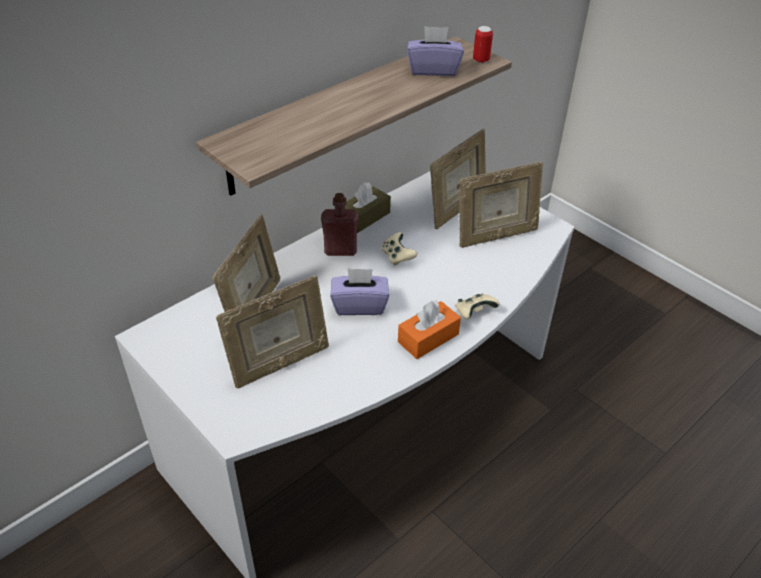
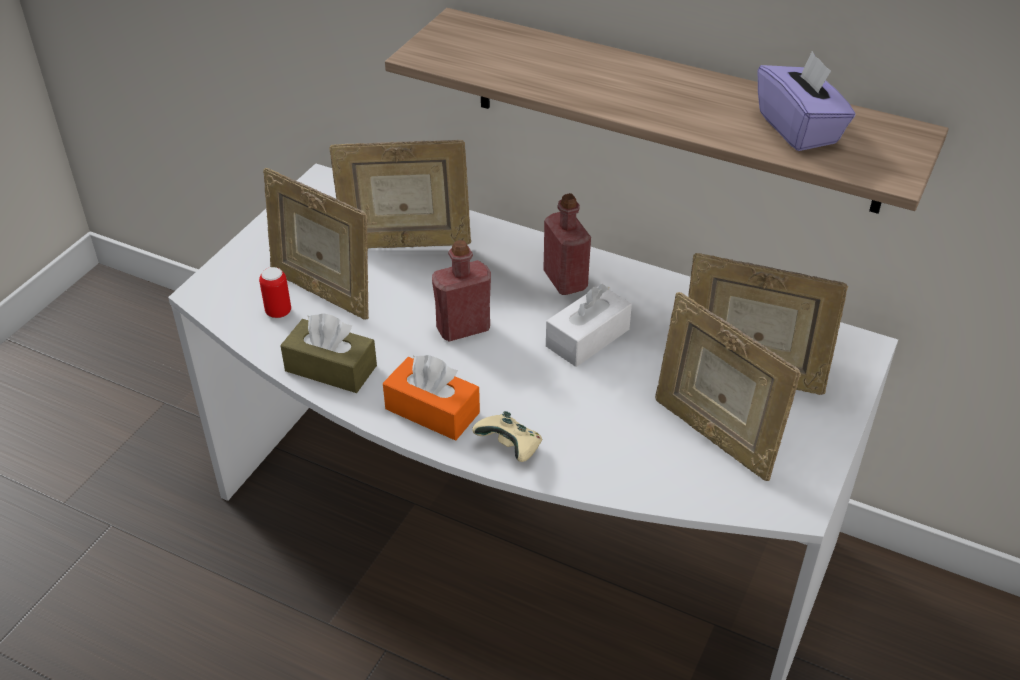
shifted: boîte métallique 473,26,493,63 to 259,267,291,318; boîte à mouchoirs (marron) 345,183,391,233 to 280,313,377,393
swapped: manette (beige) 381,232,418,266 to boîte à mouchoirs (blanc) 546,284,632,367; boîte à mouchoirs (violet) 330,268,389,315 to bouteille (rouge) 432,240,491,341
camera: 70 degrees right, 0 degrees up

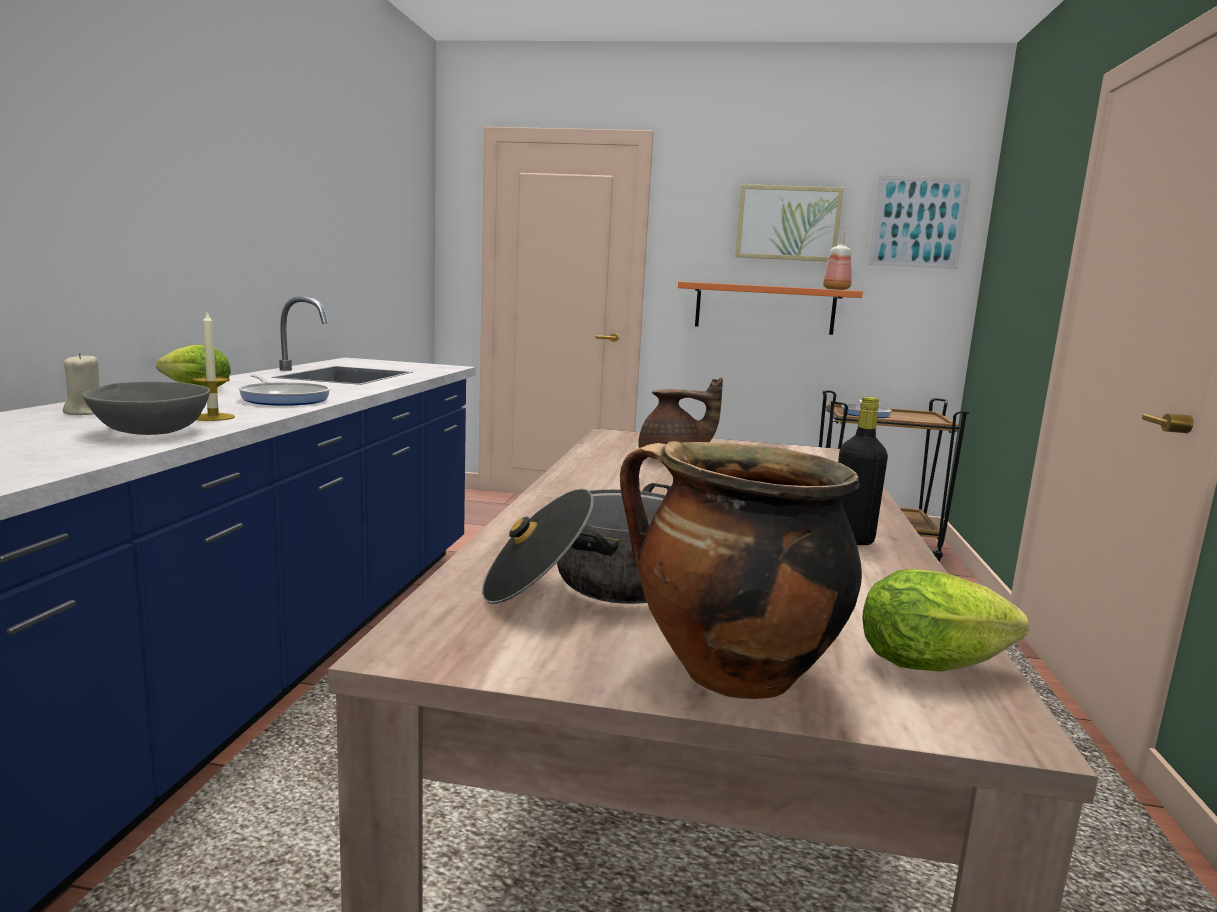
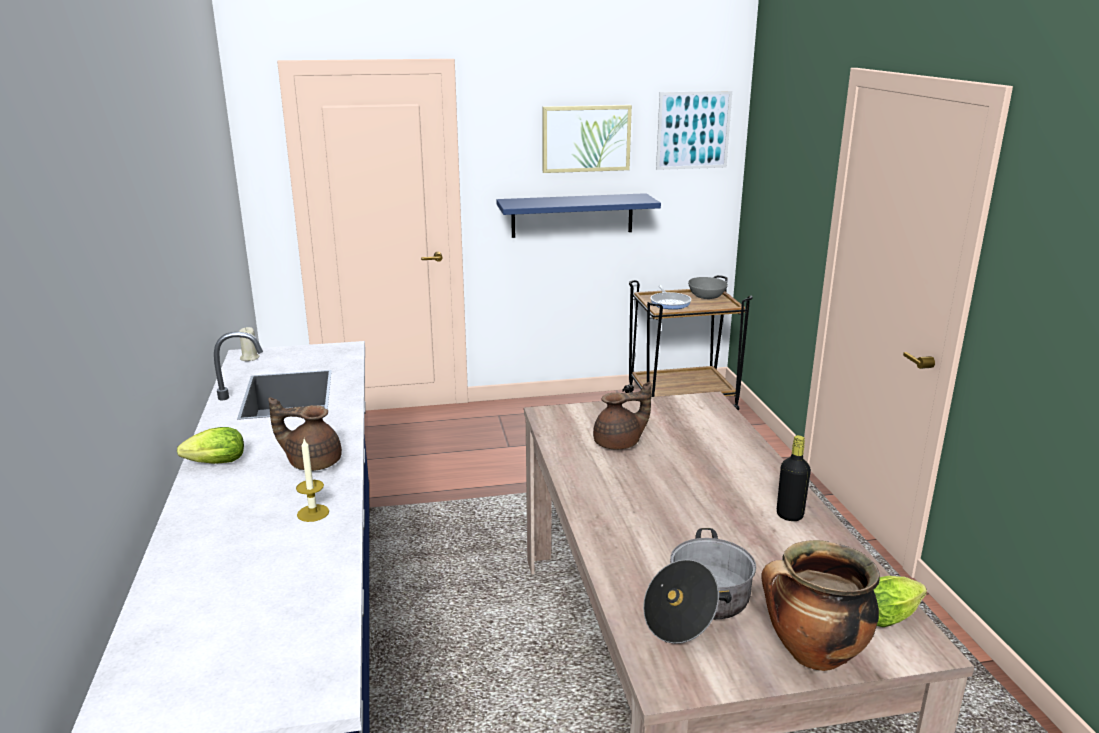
gone: bouteille 823,232,852,290
shifted: bougie (beige) 63,353,100,415 to 239,327,260,361; bol (gris) 82,381,210,435 to 688,277,728,299
swapped: poêle 239,375,330,406 to théière (marron) 268,397,342,471
repainted: étagère (orange) 678,282,863,335 to étagère (bleu) 496,193,661,238
camera: 20 degrees left, 10 degrees up

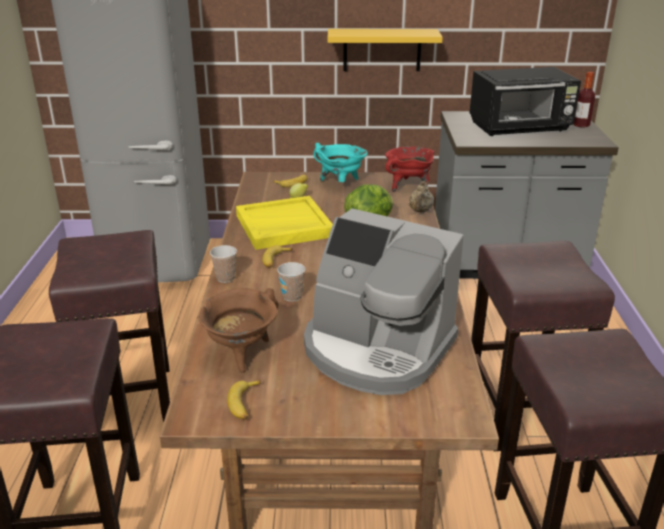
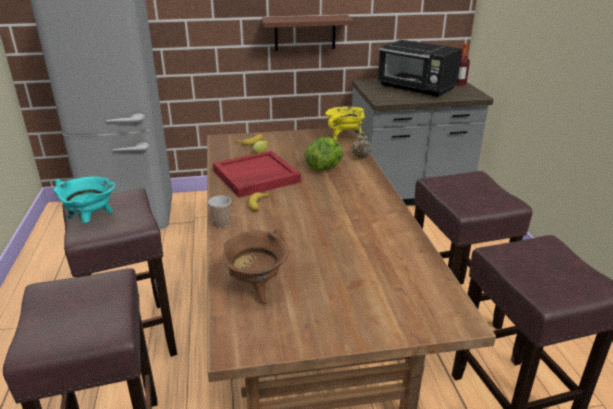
gone: machine à café 304,208,464,395; tasse 277,262,306,302; banane 227,380,261,420
shifted: marmite (turquoise) 313,143,368,182 to 53,176,115,223
repainted: étagère (jaune) 328,29,443,71 to étagère (marron) 262,15,355,51; marmite (rouge) 385,147,435,192 to marmite (jaune) 325,106,365,141; plateau (jaune) 236,196,333,250 to plateau (rouge) 213,151,301,198
rotated: micro-ondes (noir) 470,67,581,136 = 378,40,462,97 60 degrees clockwise
camera: 10 degrees left, 0 degrees up

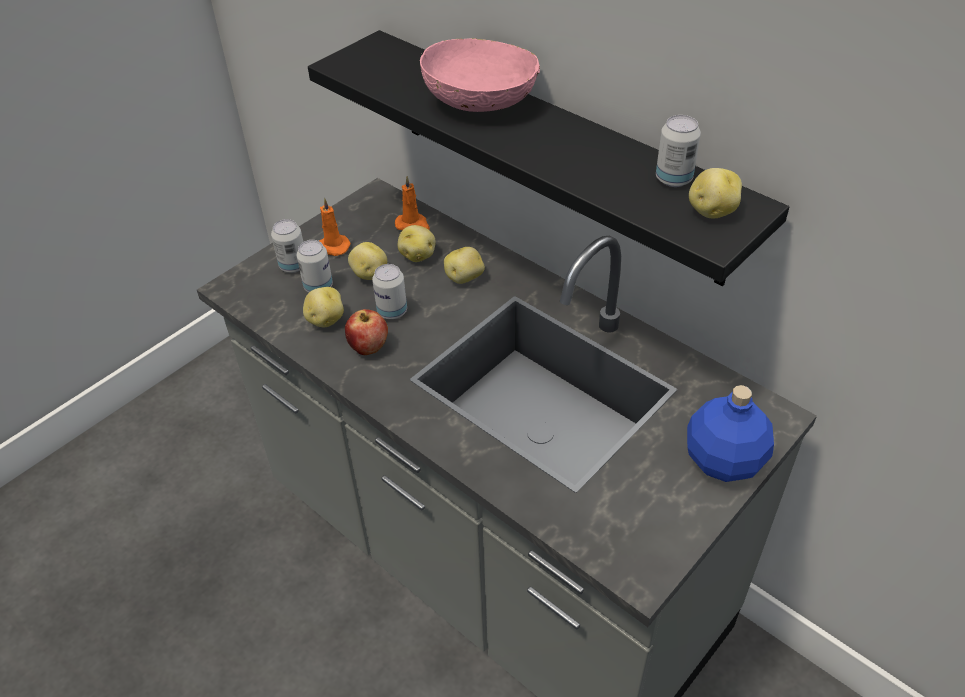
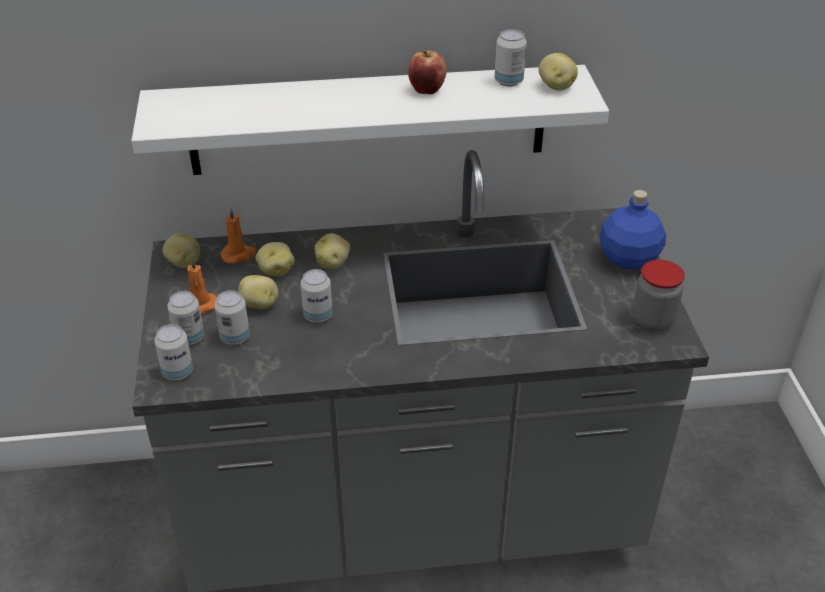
gone: bol (rose) 418,38,540,112
new: bocal 632,260,685,331; boîte métallique 154,324,193,380
shifted: pomme de terre 303,287,344,327 to 163,233,200,268; pomme 345,309,388,355 to 408,51,447,94
repainted: étagère (noir) 308,30,789,286 to étagère (blanc) 131,65,609,175
camera: 50 degrees left, 5 degrees down

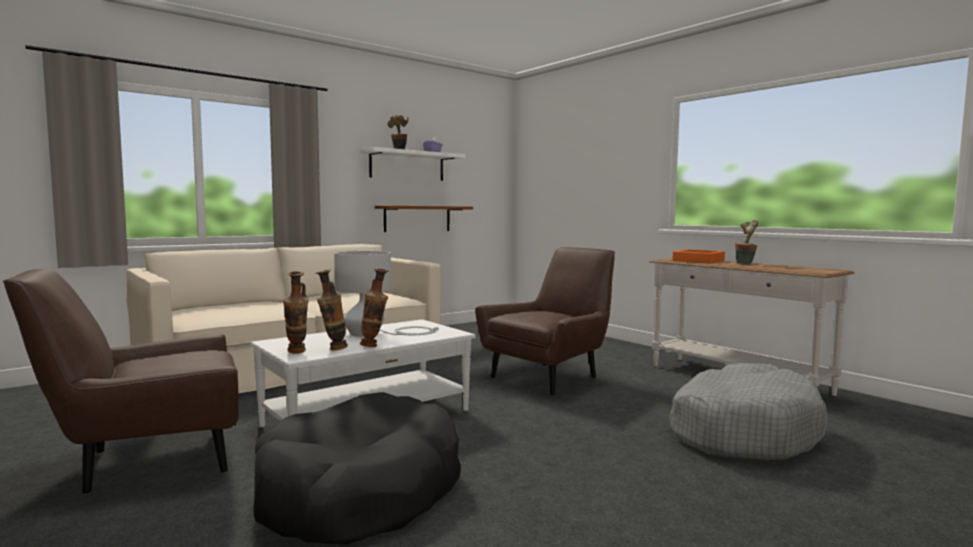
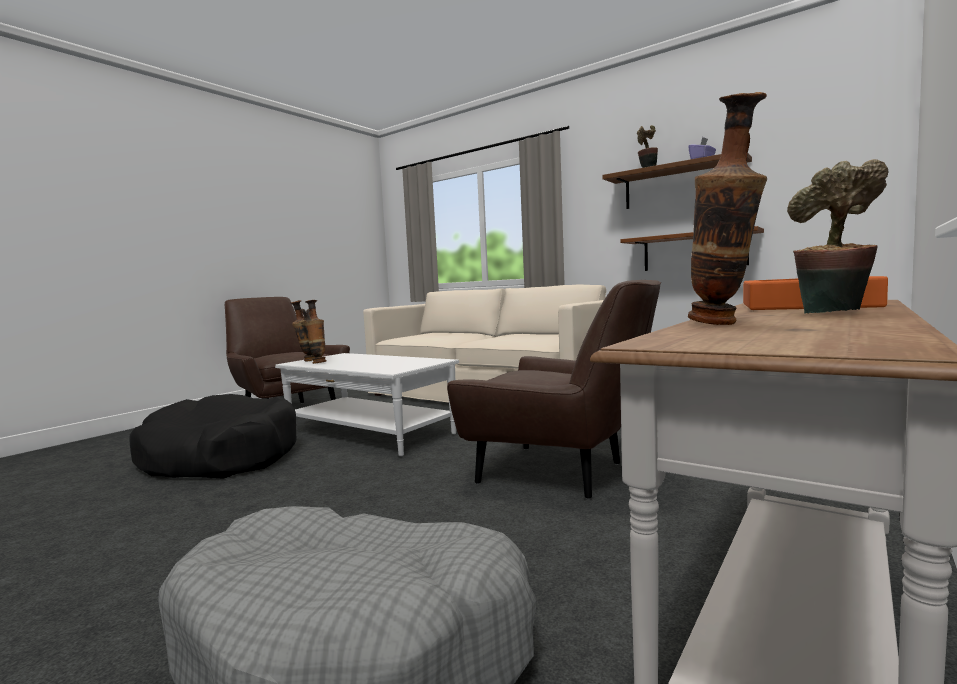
gone: lampe de table (blanc) 334,251,439,337
shifted: vase 360,268,388,347 to 688,92,767,325
repainted: étagère (blanc) 360,147,466,181 to étagère (marron) 602,153,752,209
camera: 75 degrees right, 0 degrees up

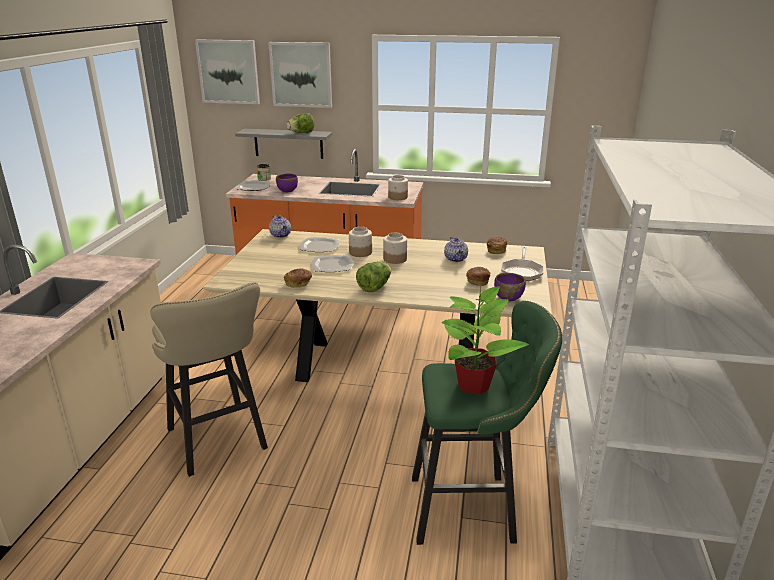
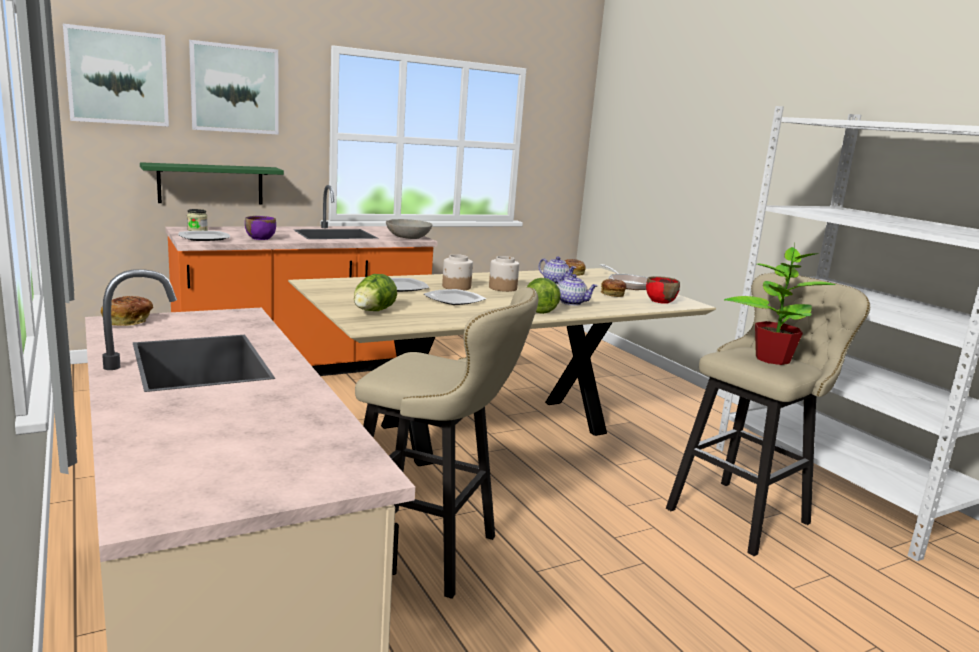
shifted: laitue 286,113,315,133 to 354,274,397,311; théière 269,215,291,238 to 551,274,598,306; pain 284,269,312,288 to 101,296,153,326
swapped: bocal 388,175,408,200 to bol (gris) 386,219,432,239
repainted: étagère (gris) 235,129,332,159 to étagère (vert) 140,162,284,204; bol (violet) 494,273,526,301 to bol (rouge) 646,276,680,304; tabouret (vert) 412,301,562,545 to tabouret (beige) 666,273,870,556
camera: 40 degrees left, 10 degrees down

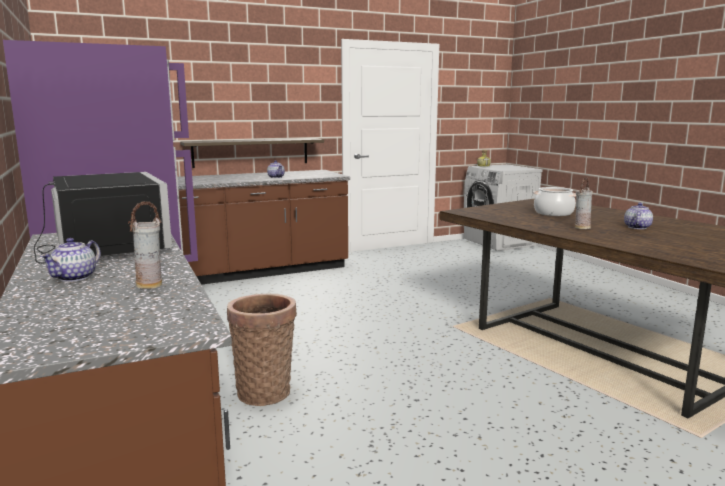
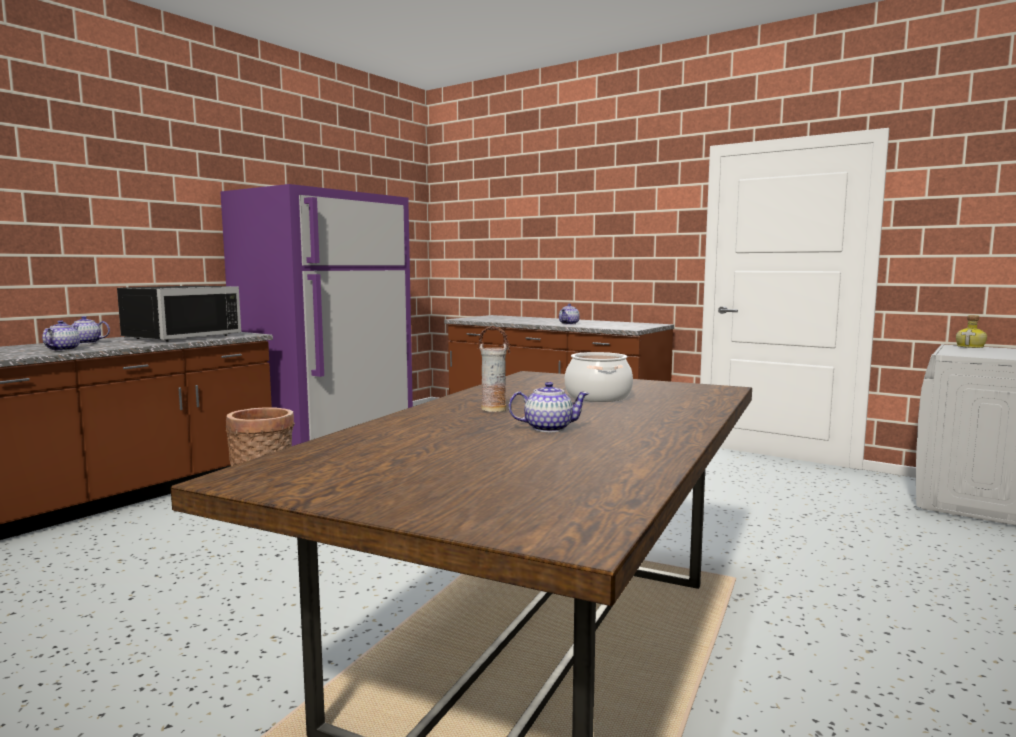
gone: étagère 180,138,324,168
swapped: vase 128,201,162,289 to théière 42,320,80,351
camera: 60 degrees right, 5 degrees down

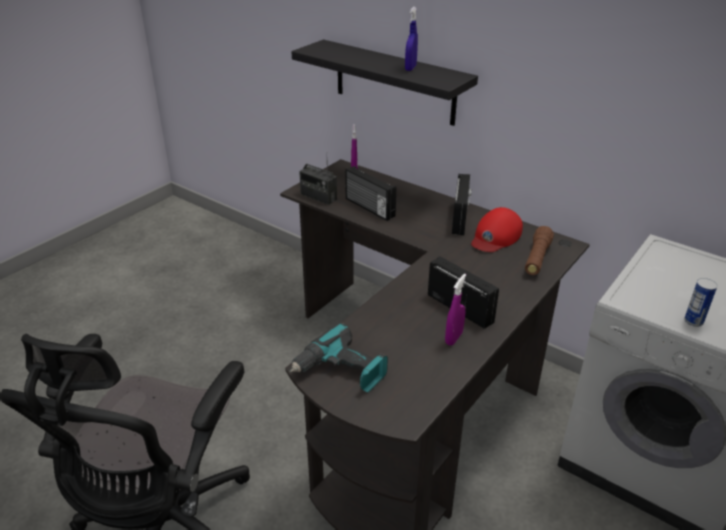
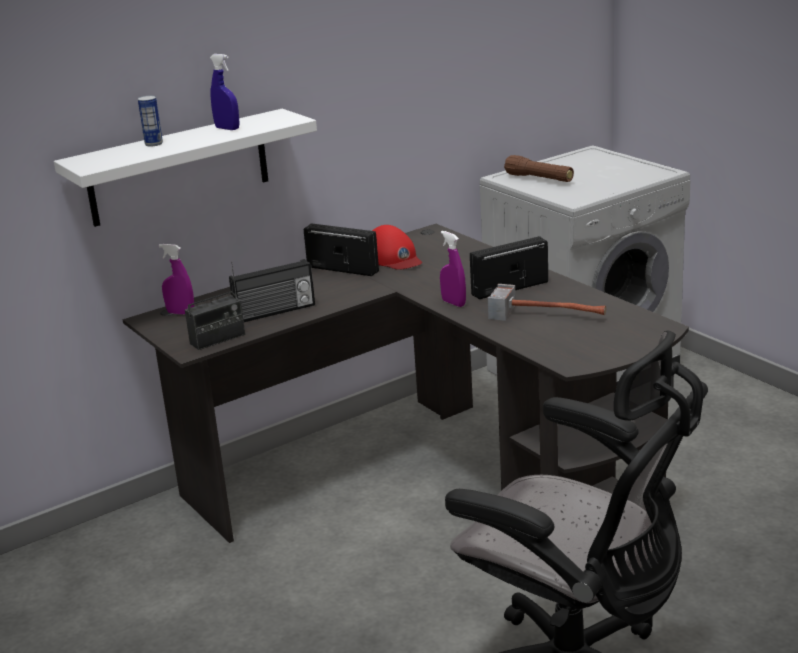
gone: perceuse 289,323,388,392
new: marteau 488,284,606,321
shifted: lampe de poche (marron) 525,226,554,275 to 504,155,574,182; vaporisateur (violet) 445,274,466,346 to 440,231,466,307; boîte métallique 684,278,717,327 to 138,96,163,146
repainted: étagère (noir) 292,39,478,126 to étagère (blanc) 54,109,317,227
camera: 70 degrees left, 10 degrees down

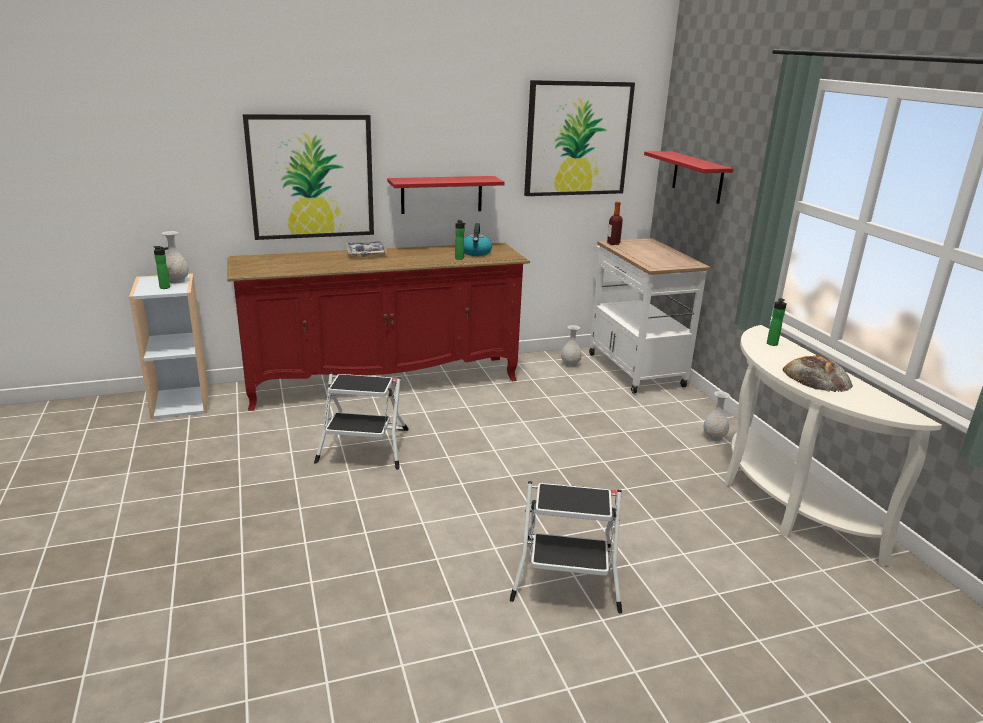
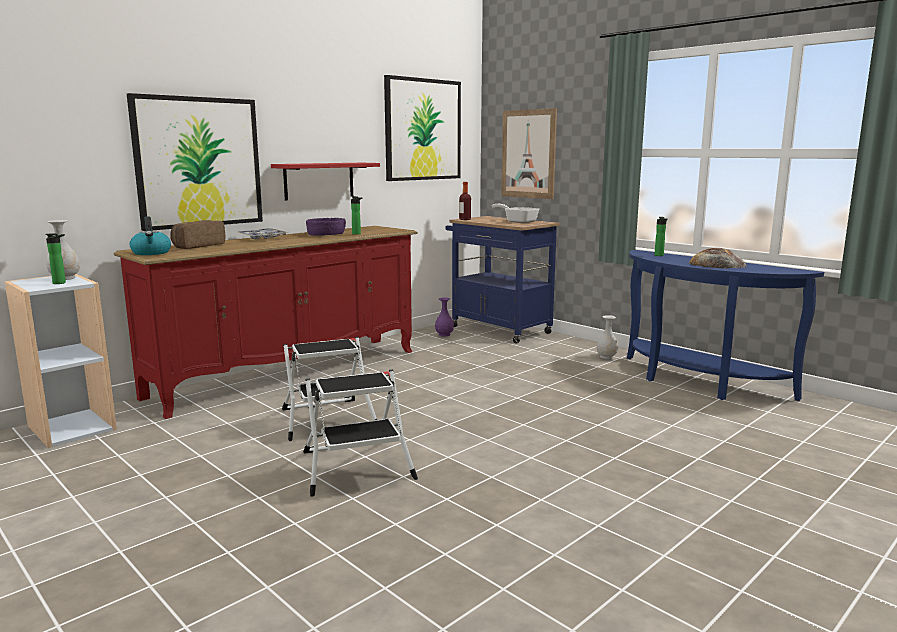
new: poêle 492,204,539,223; bol (violet) 306,218,346,236; pain 170,220,225,249
shifted: bouilloire 464,223,492,256 to 129,217,171,255; escabeau 510,481,622,614 to 303,370,418,497
swapped: étagère (rouge) 644,151,733,204 to tableau 501,108,557,199
repainted: chariot (blanc) 589,238,711,394 to chariot (bleu) 445,216,560,344; vase (blanc) 561,325,582,367 to vase (violet) 435,298,454,336; table console (blanc) 725,325,942,567 to table console (bleu) 627,250,824,401
camera: 25 degrees left, 10 degrees down

